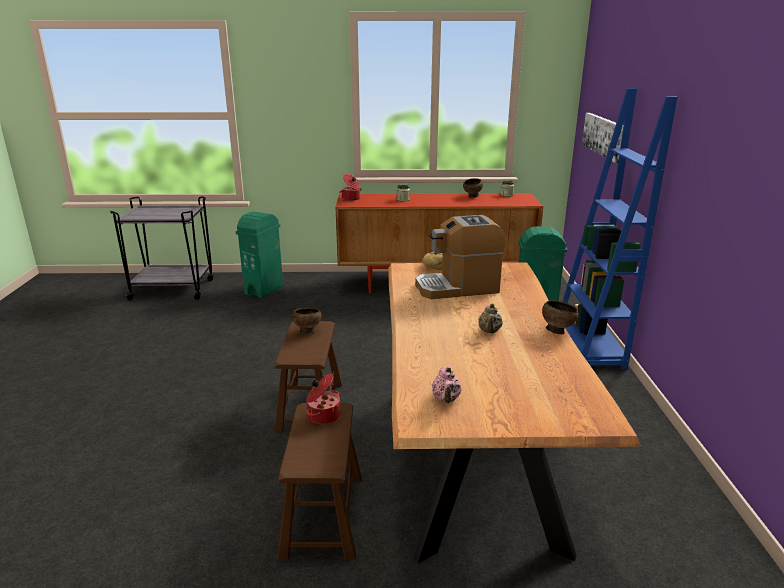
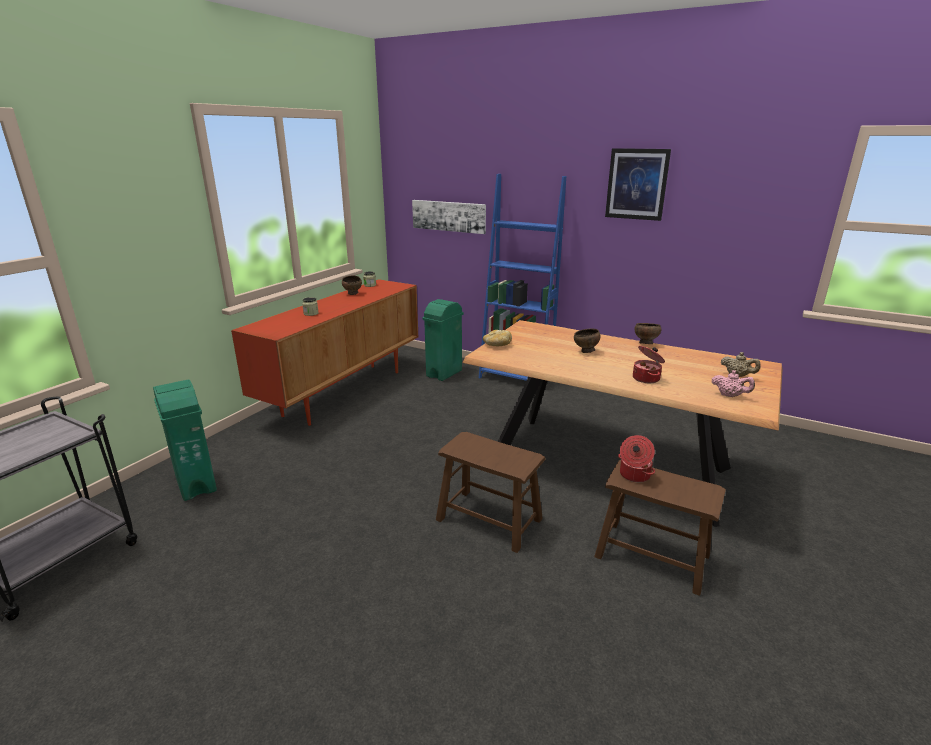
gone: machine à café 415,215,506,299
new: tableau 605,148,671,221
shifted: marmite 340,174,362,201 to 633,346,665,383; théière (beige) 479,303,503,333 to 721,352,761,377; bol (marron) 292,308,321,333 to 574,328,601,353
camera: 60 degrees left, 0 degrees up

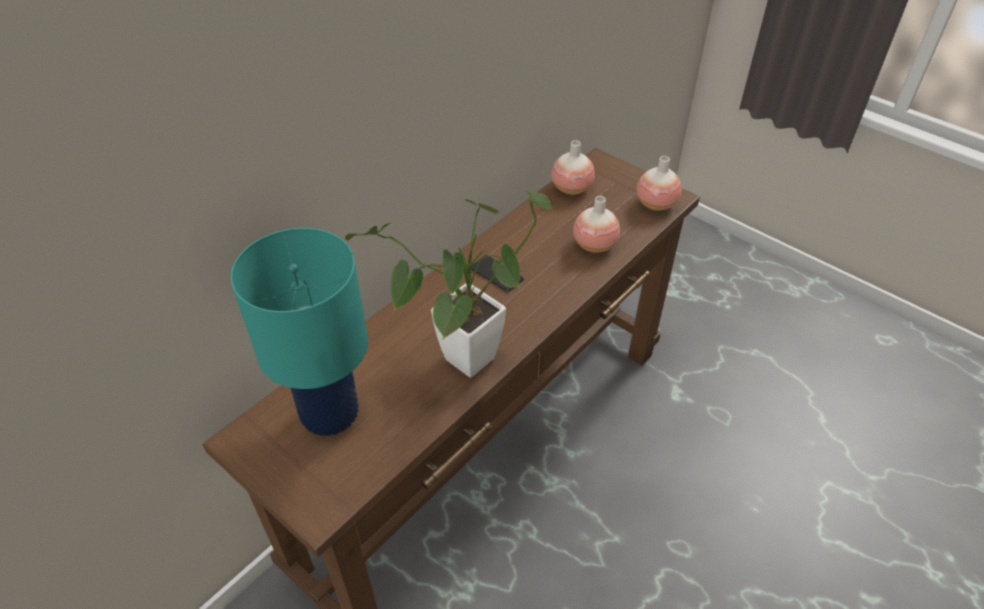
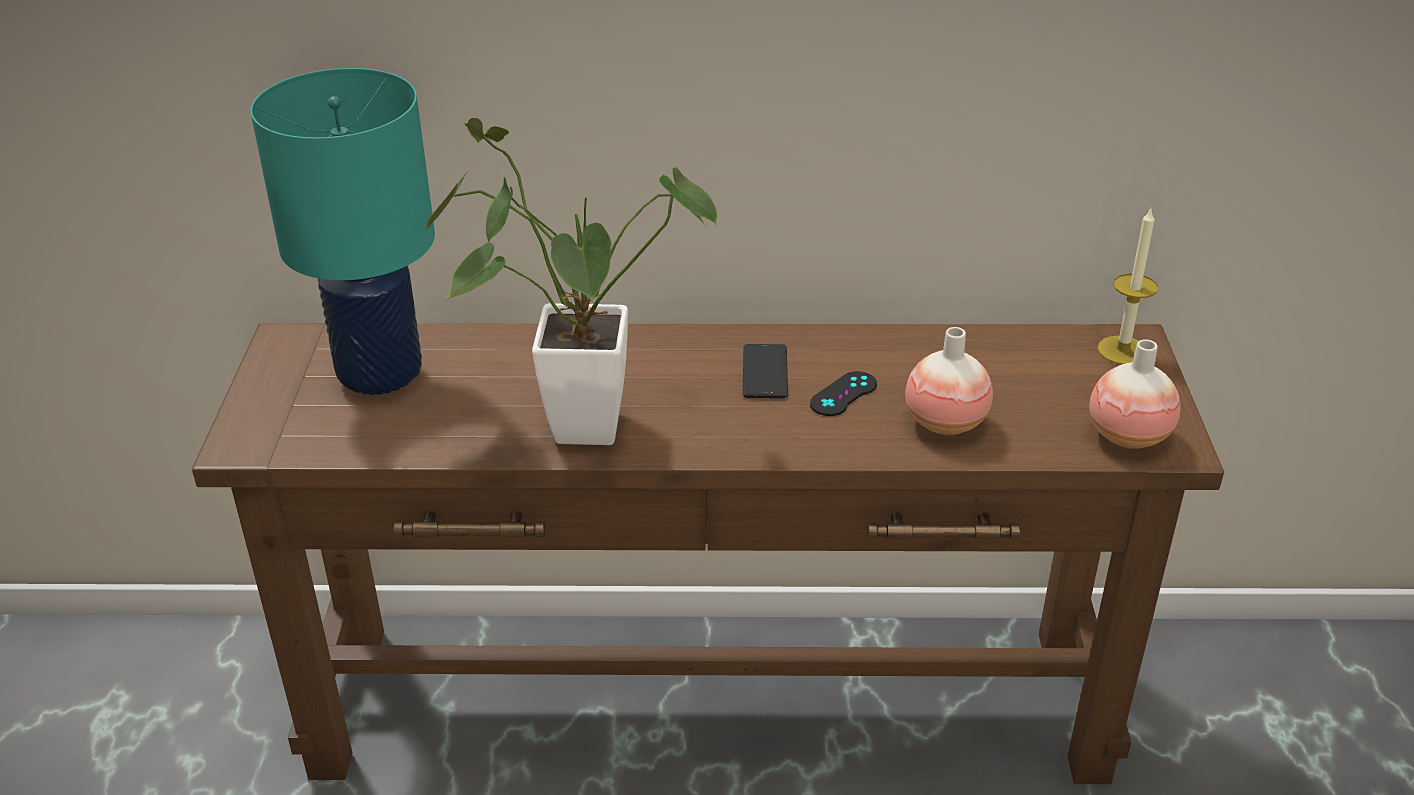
gone: vase 552,140,595,195
new: bougie 1097,209,1158,364; manette (noir) 810,371,877,416
camera: 50 degrees right, 10 degrees down

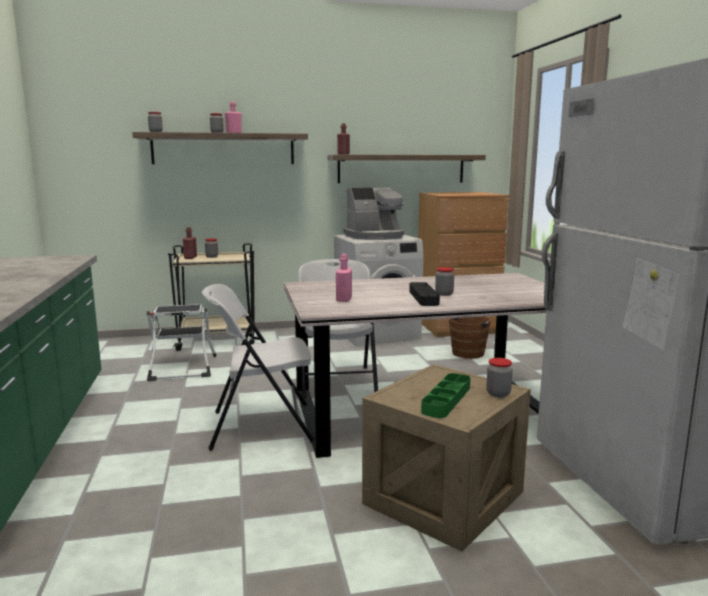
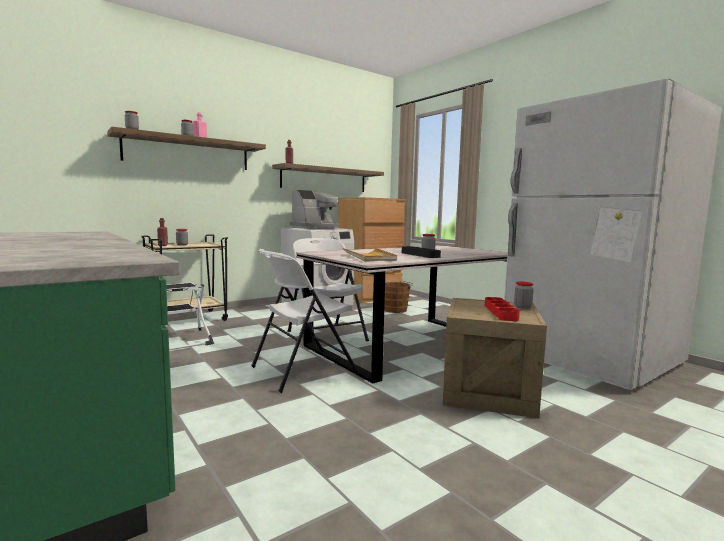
swapped: bouteille (rose) 336,254,352,302 to plateau (beige) 343,248,397,261
repainted: plateau (vert) 421,373,470,418 to plateau (rouge) 485,297,520,321
camera: 25 degrees left, 5 degrees down

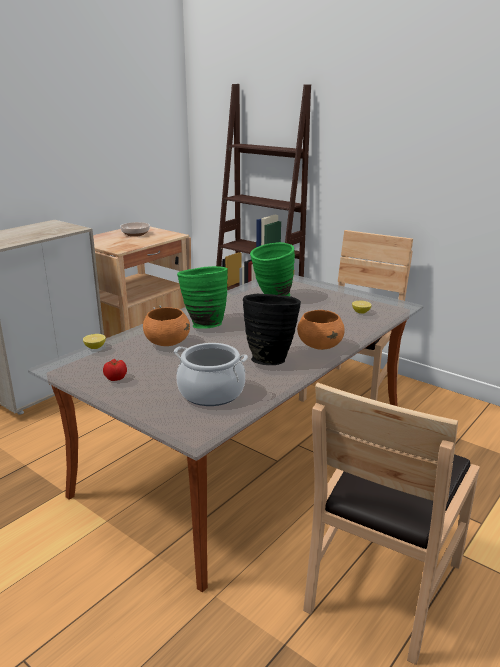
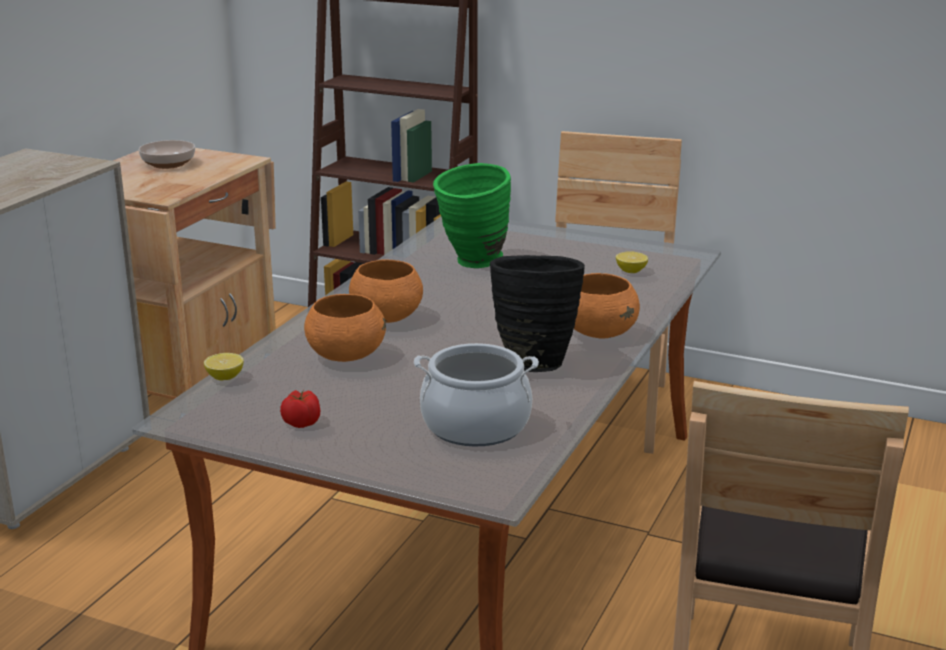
swapped: vase (vert) 177,266,228,329 to bol (orange) 349,259,423,323
camera: 15 degrees left, 0 degrees up

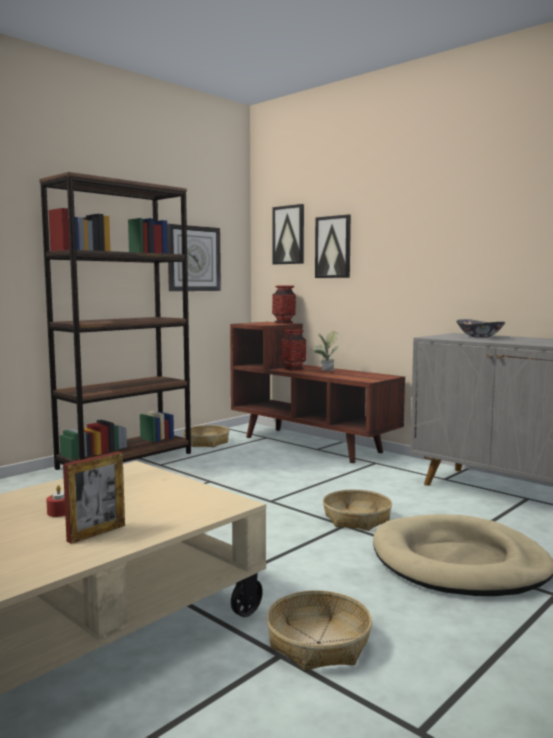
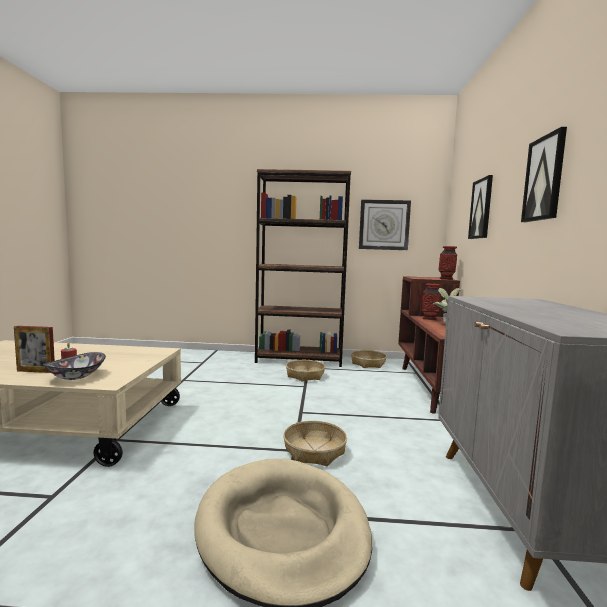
shifted: tableau 272,204,304,264 to 521,127,567,222; bol 457,319,505,338 to 43,352,106,380; panier 266,590,372,671 to 286,360,325,382
camera: 50 degrees right, 0 degrees up

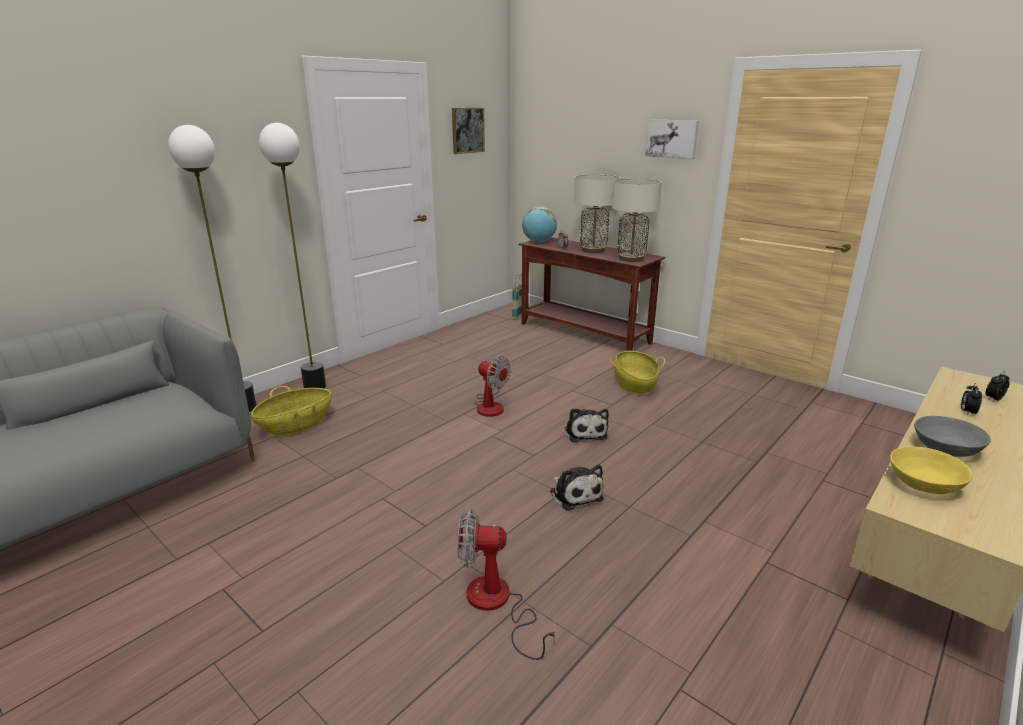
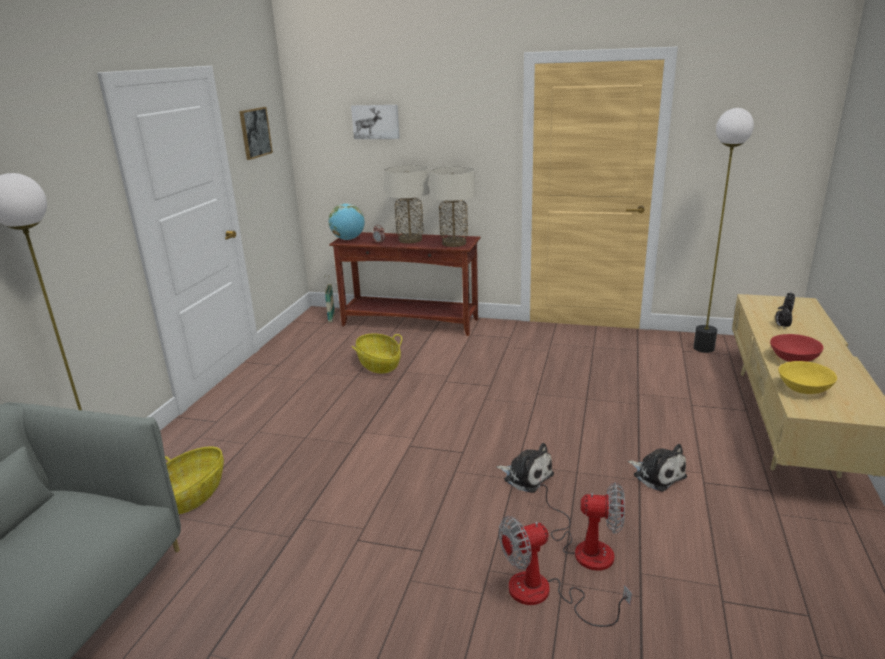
shifted: tableau 645,120,699,159 to 351,105,400,139; lampadaire 259,123,326,388 to 693,108,754,353; panier 610,351,665,394 to 352,334,402,374; ventilateur 474,356,511,417 to 539,475,625,571; peluche 565,408,609,442 to 628,444,687,492
repainted: bol (gris) 914,416,991,457 to bol (rouge) 770,334,824,362
camera: 25 degrees left, 0 degrees up

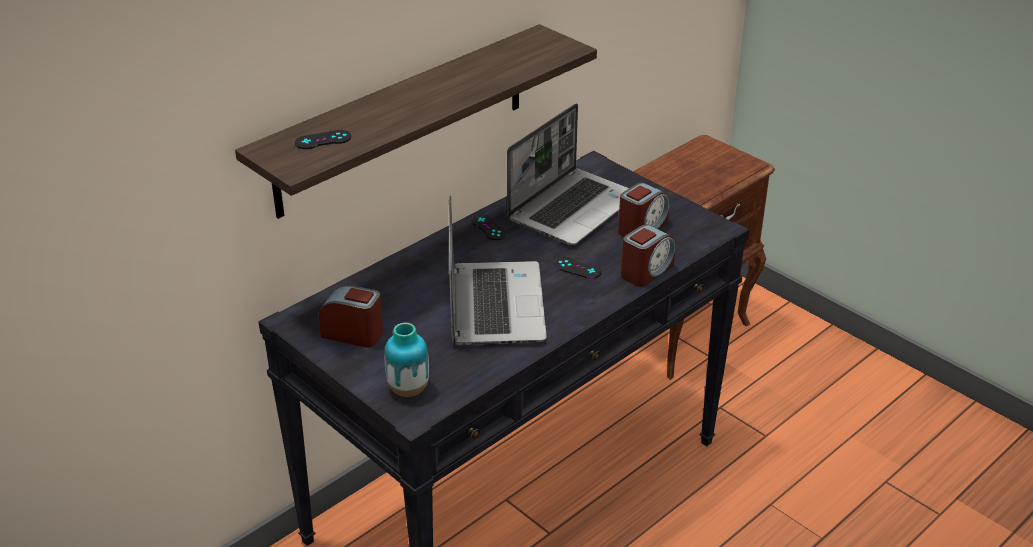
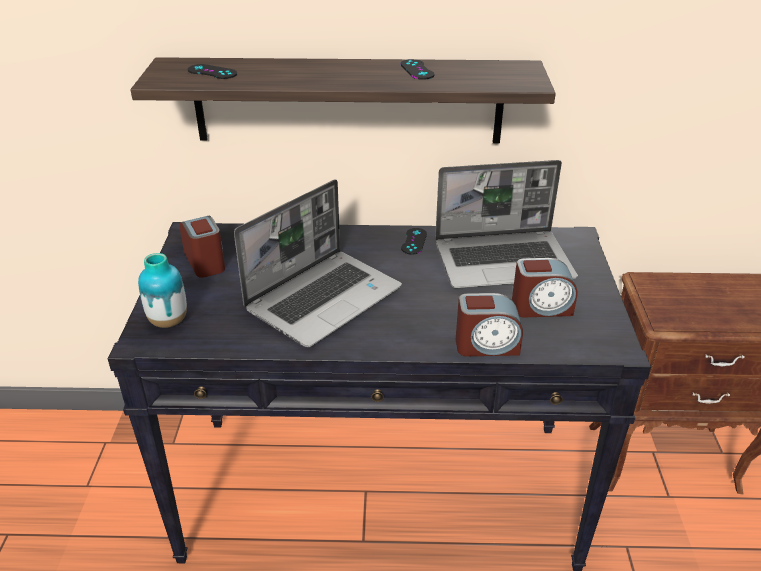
shifted: manette (noir) 554,257,602,279 to 400,59,435,80
camera: 45 degrees right, 0 degrees up

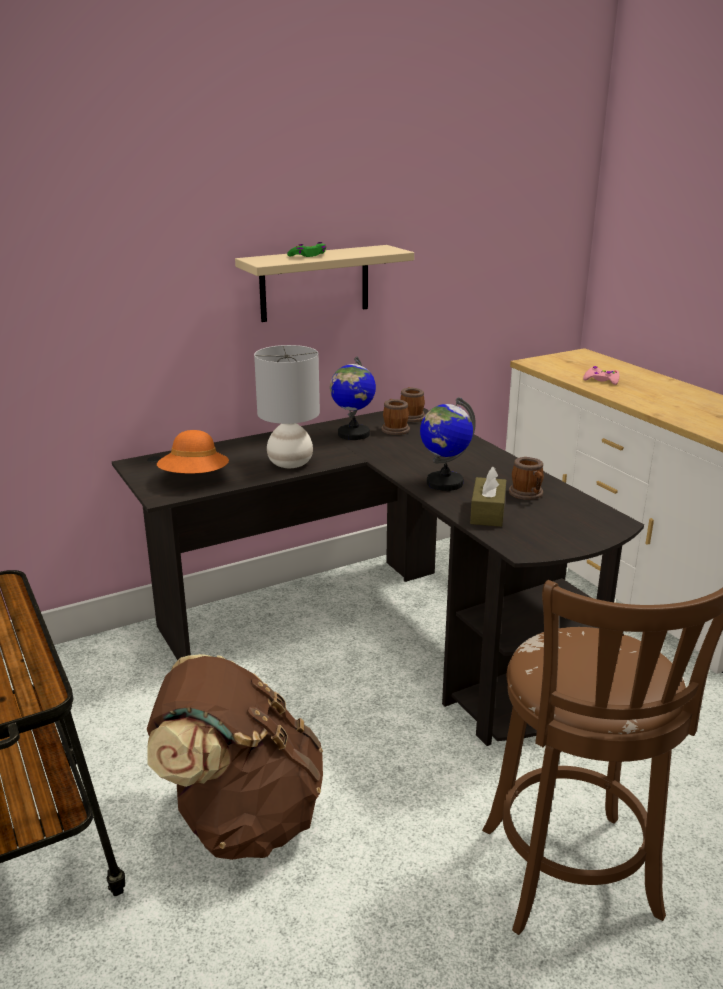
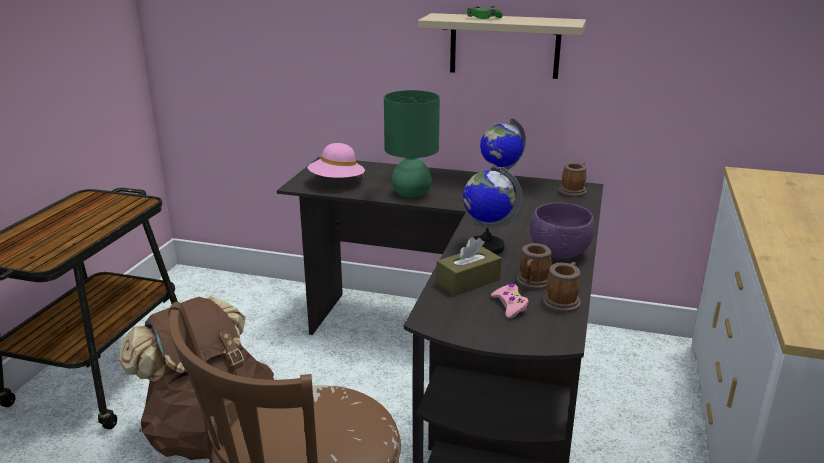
new: bol (violet) 530,202,595,259
shifted: manette (rose) 583,366,619,385 to 491,283,529,318; mug 381,399,410,435 to 543,262,581,313
repainted: lampe de table (gris) 254,345,320,468 to lampe de table (vert) 384,90,440,198; chapeau (orange) 157,430,229,474 to chapeau (rose) 308,143,365,178
camera: 45 degrees right, 0 degrees up

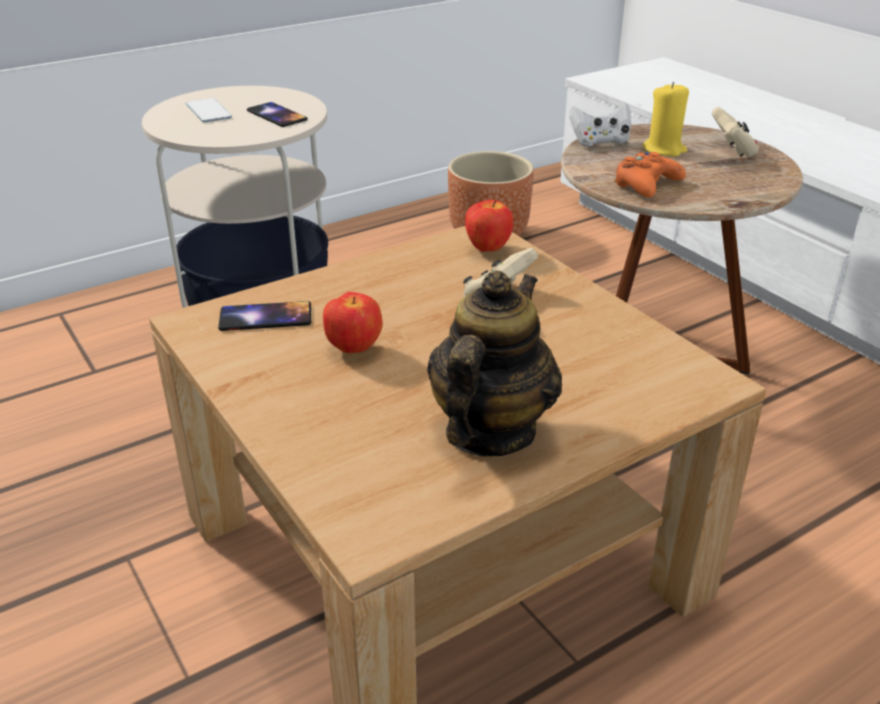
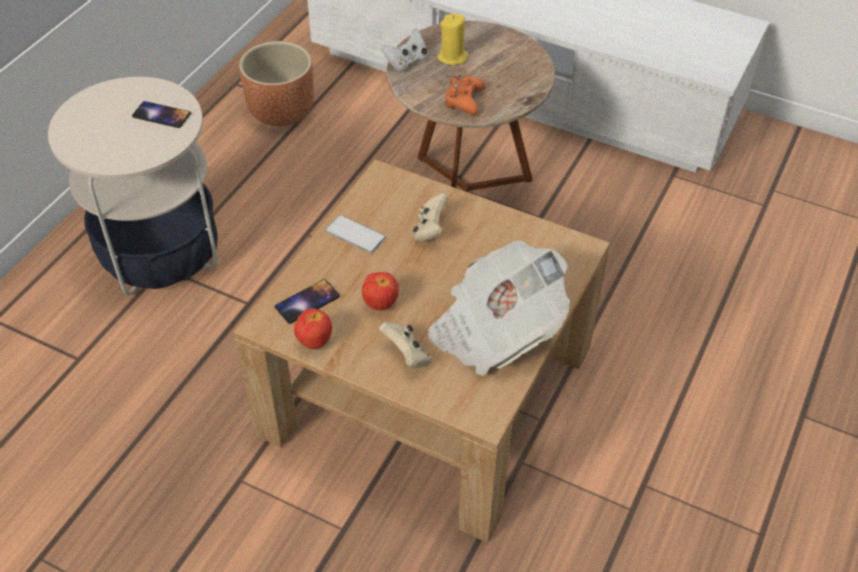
shifted: téléphone 185,98,232,122 to 325,215,386,253; manette (beige) 711,107,759,157 to 379,322,432,368; pomme 465,200,513,252 to 294,308,332,349
swapped: théière 427,271,562,456 to journal 428,240,570,376
camera: 30 degrees left, 15 degrees up

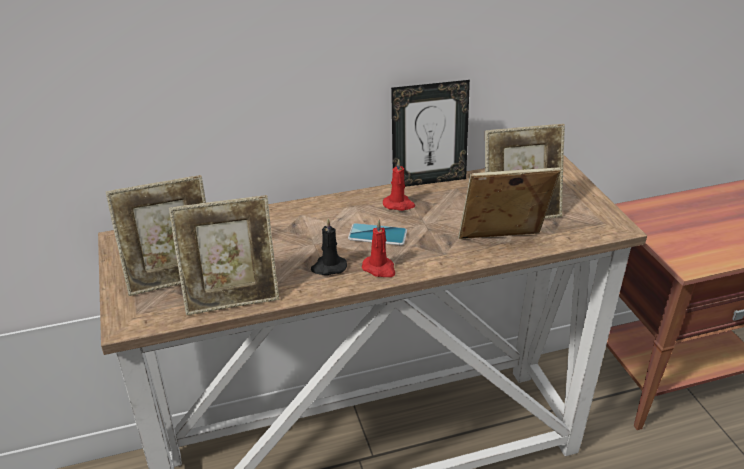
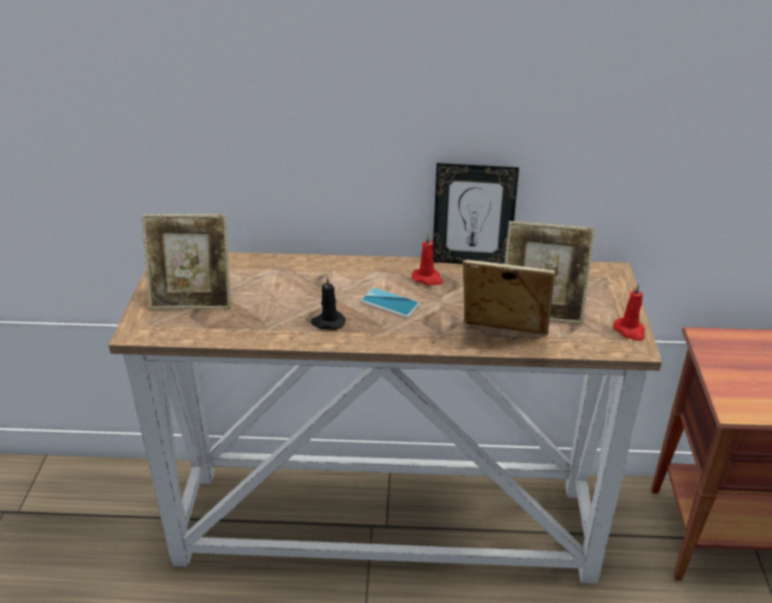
gone: cadre photo 169,195,279,315
shifted: bougie (rouge) 362,220,395,277 to 613,284,645,341
camera: 20 degrees right, 0 degrees up

